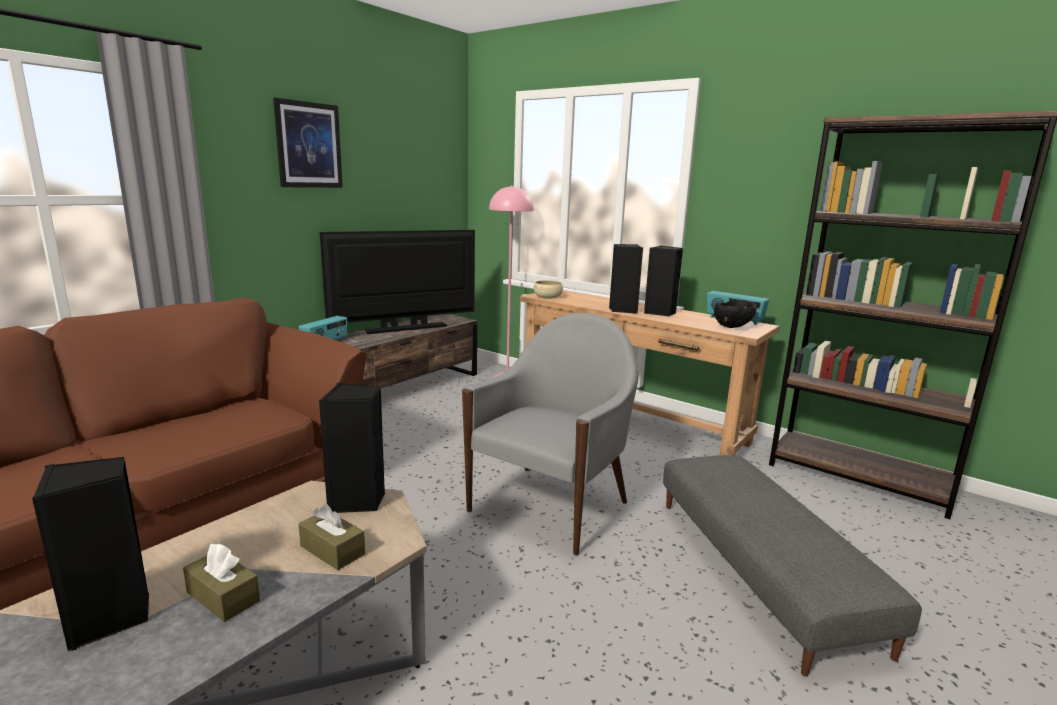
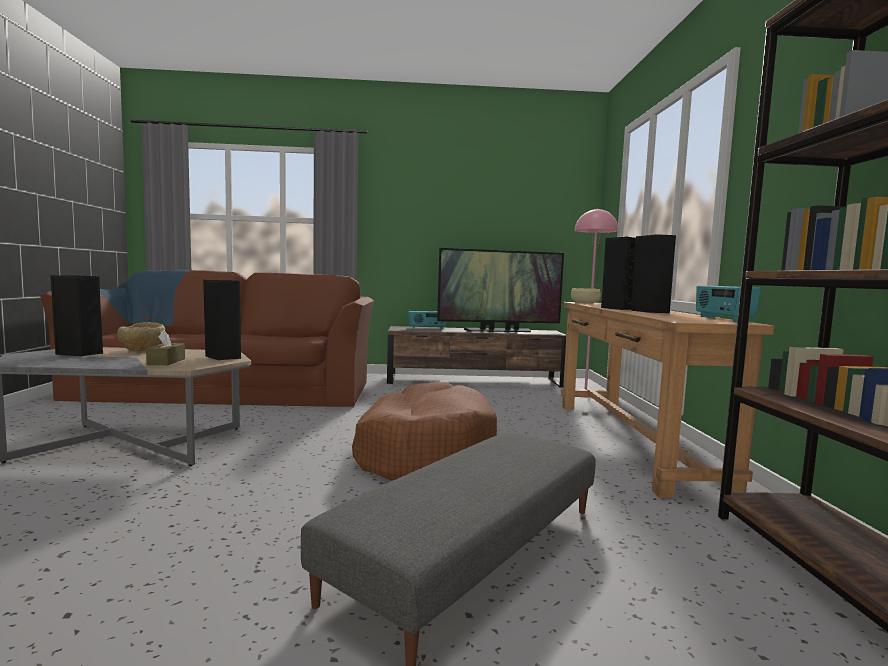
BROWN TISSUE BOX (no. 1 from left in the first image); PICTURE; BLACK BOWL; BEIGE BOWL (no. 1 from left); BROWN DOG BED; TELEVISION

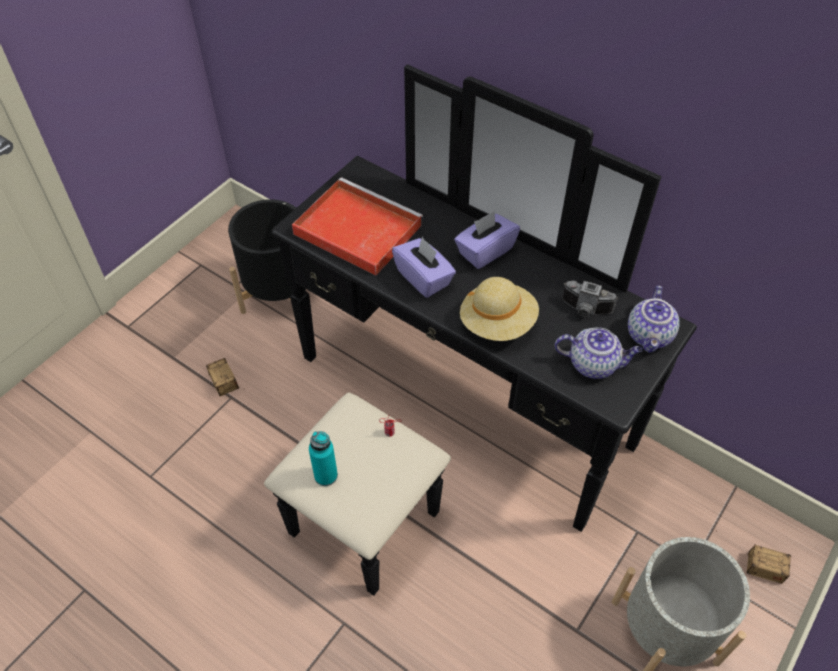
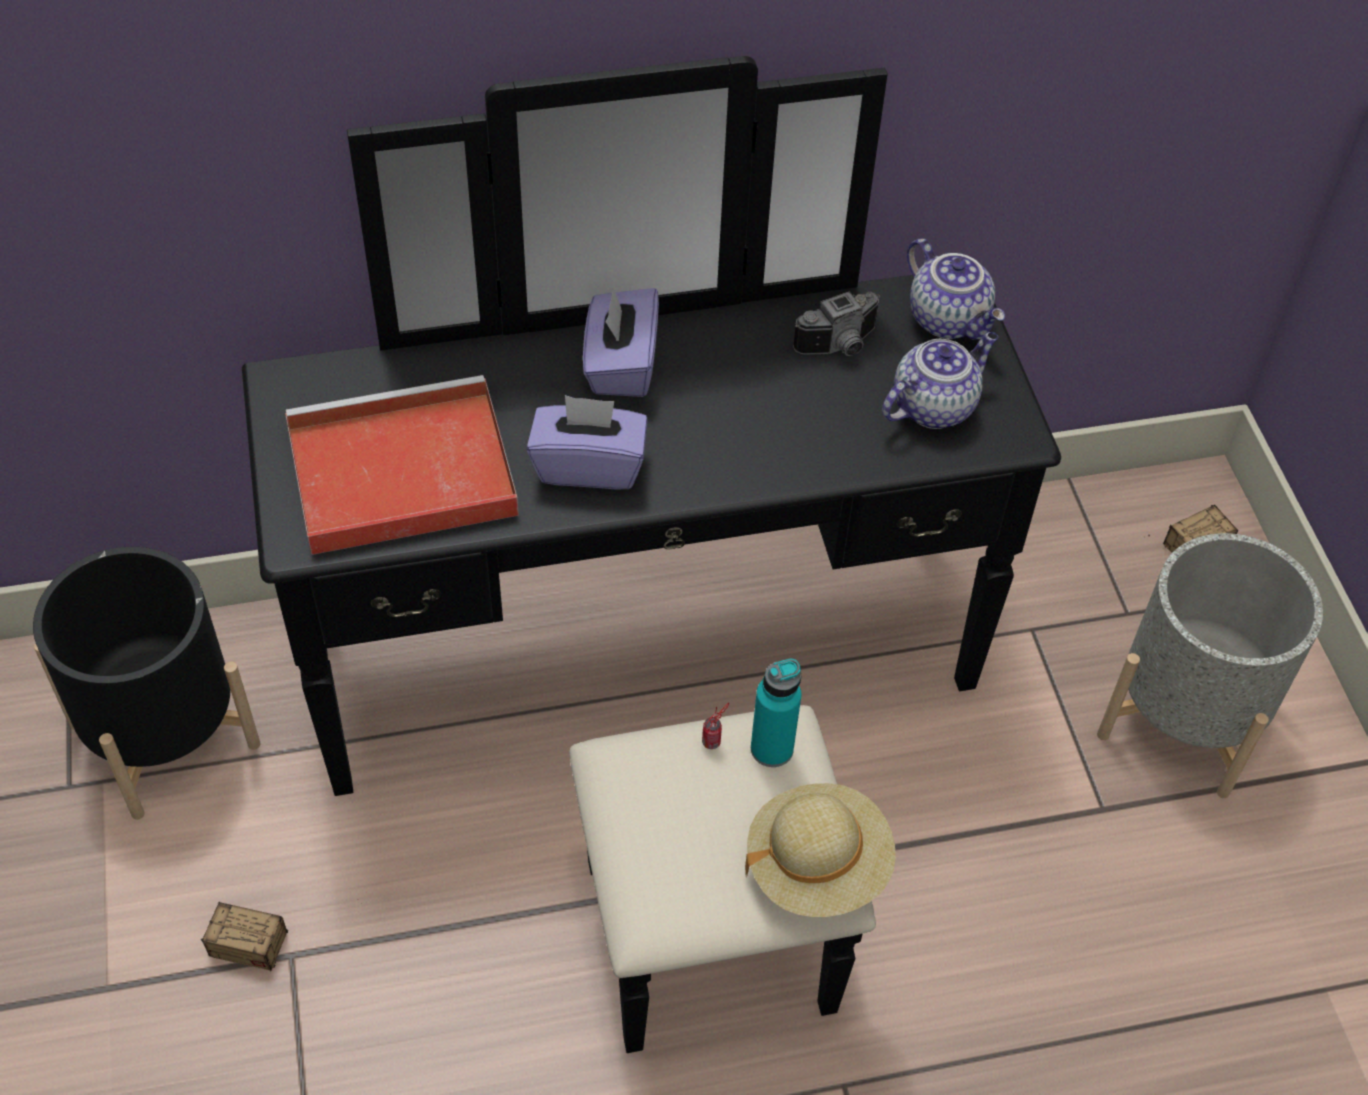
TURQUOISE BOTTLE; BEIGE HAT

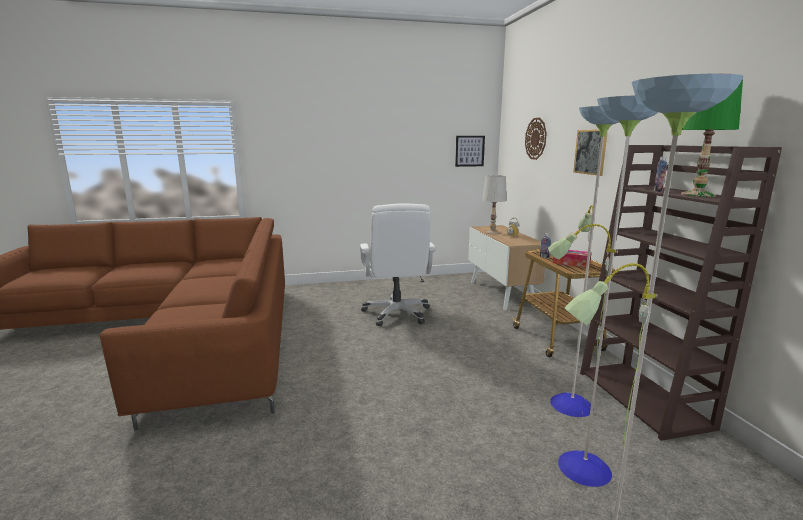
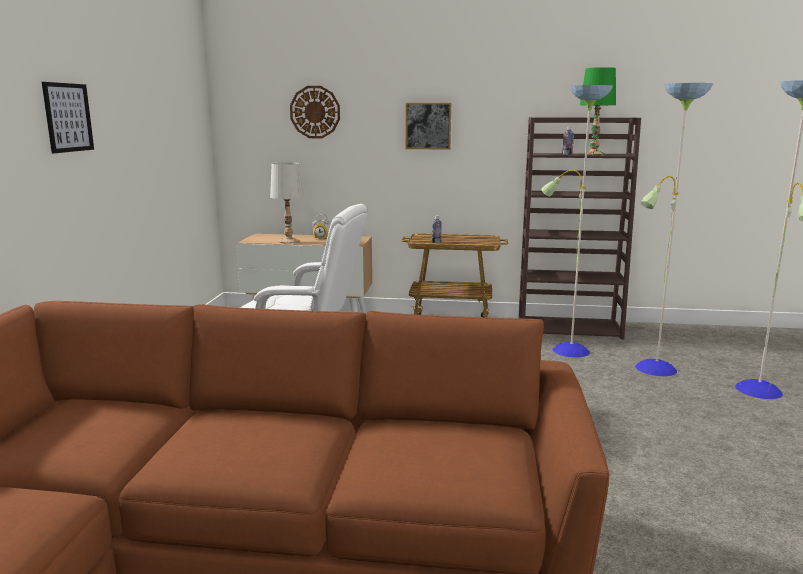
TISSUE BOX; PICTURE (no. 1 from left)

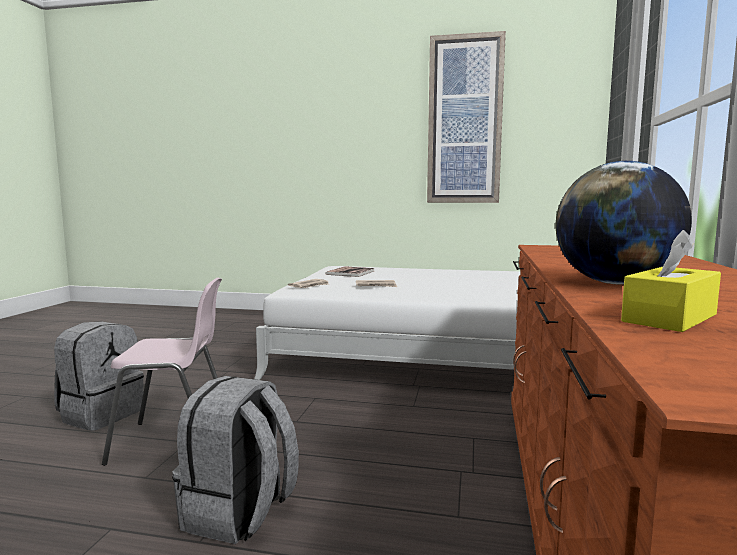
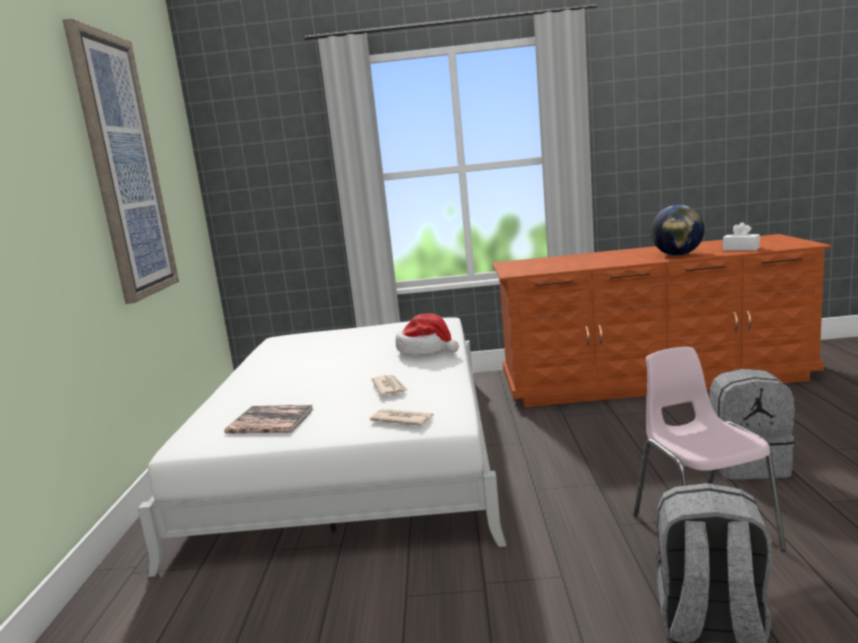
HAT; WHITE TISSUE BOX

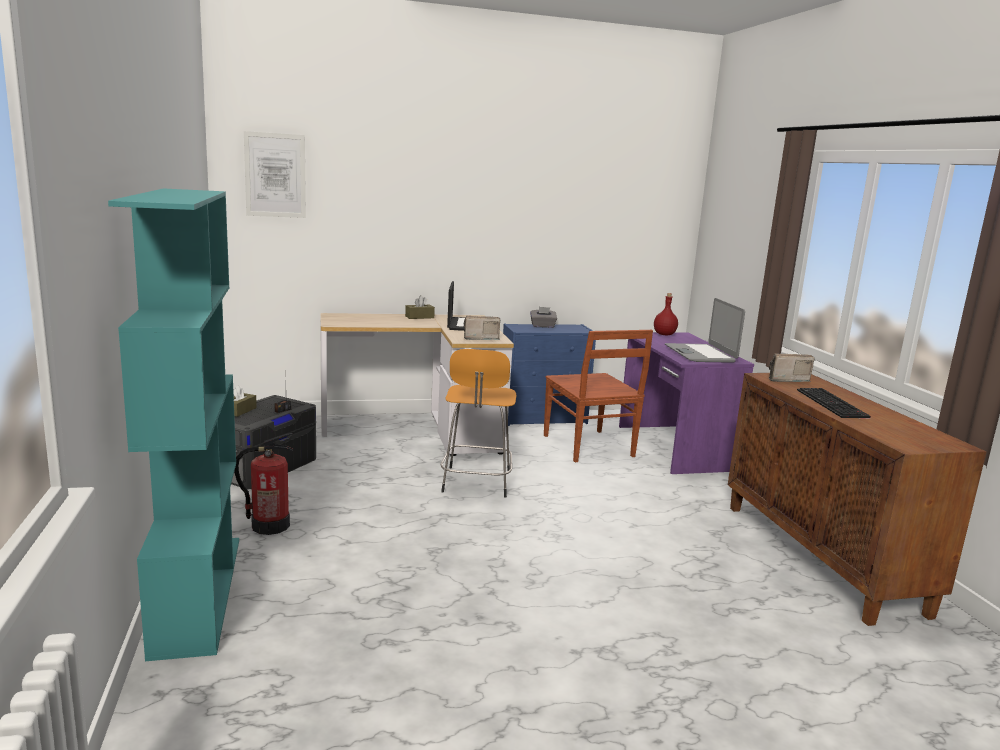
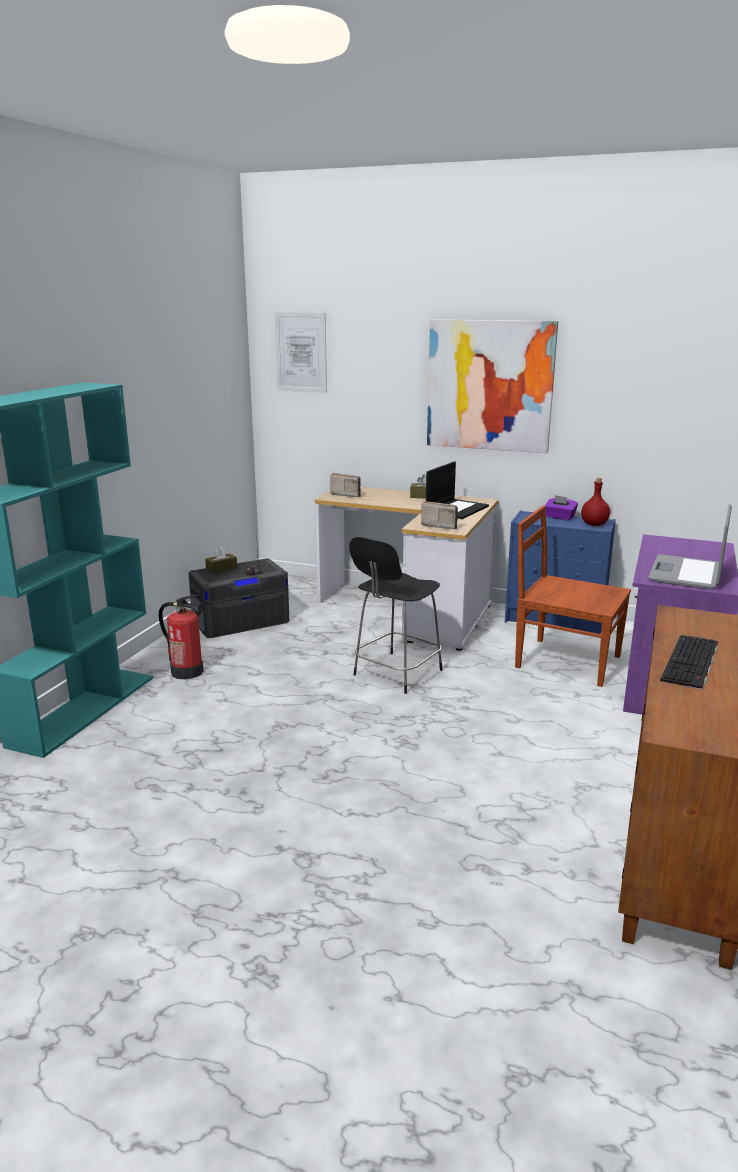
PICTURE (no. 2 from left); RED BOTTLE; RADIO (no. 2 from left); BLACK STOOL; PURPLE TISSUE BOX; BROWN CHAIR

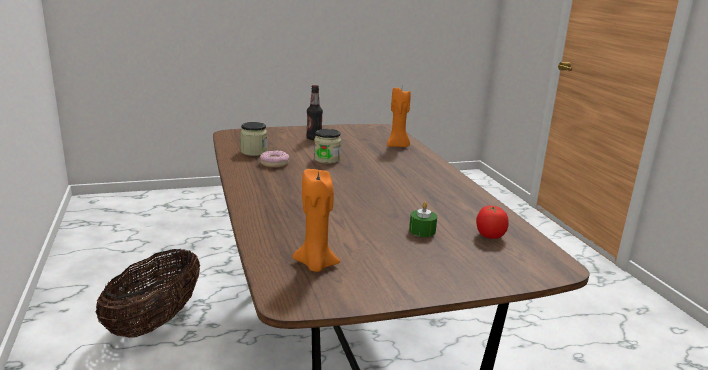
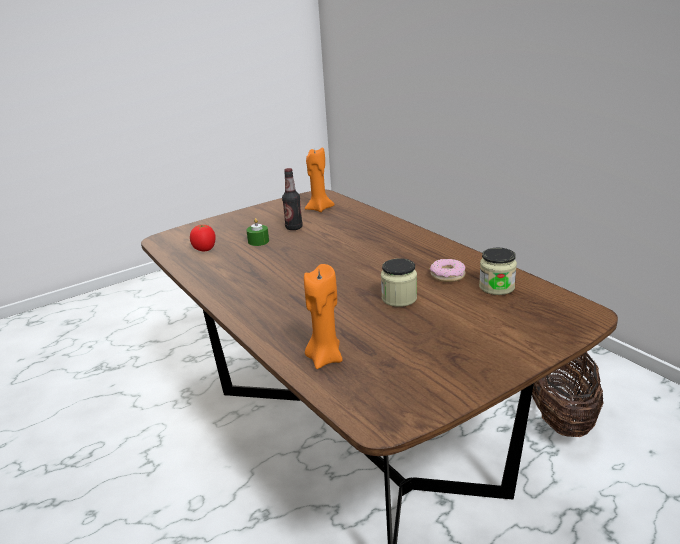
BOTTLE

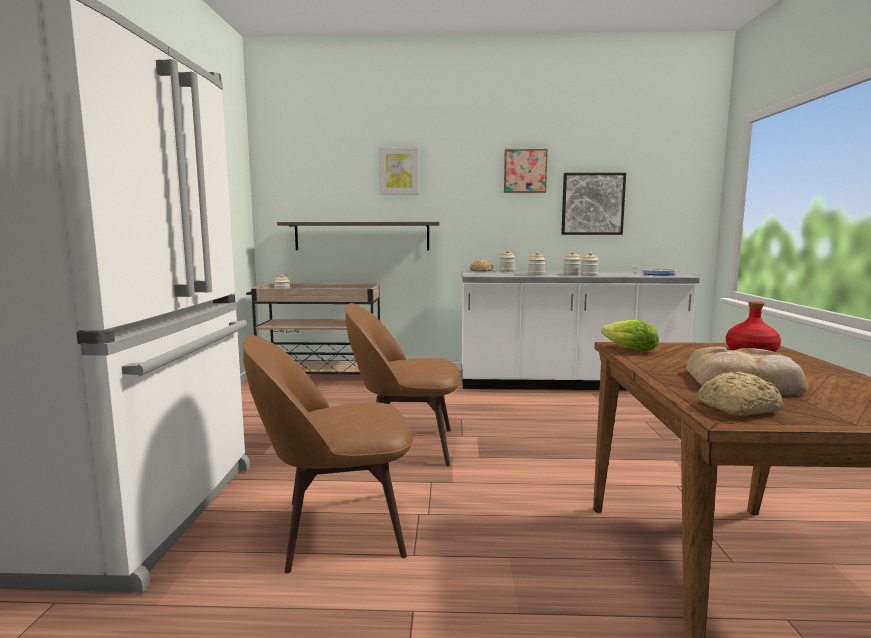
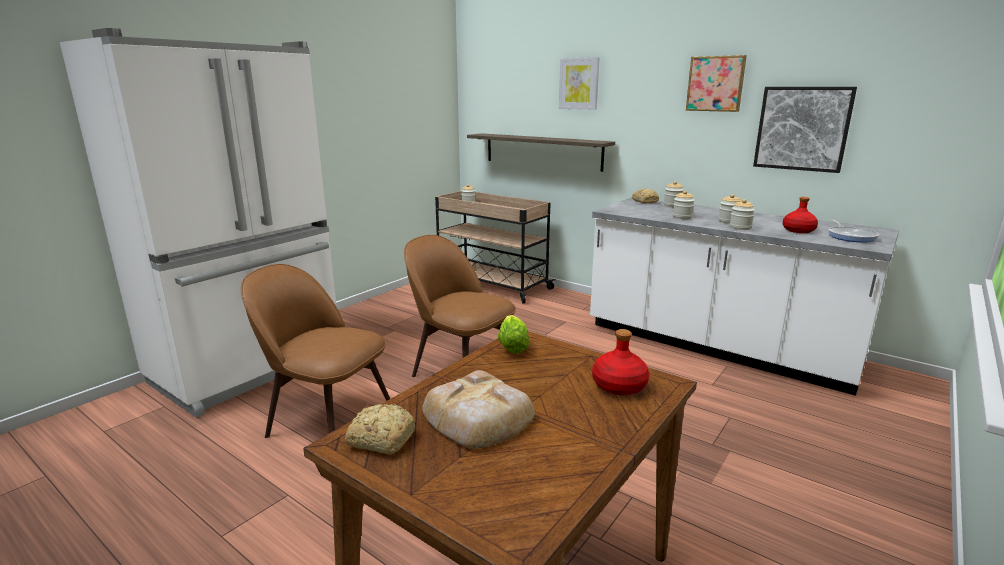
RED BOTTLE (no. 2 from left)

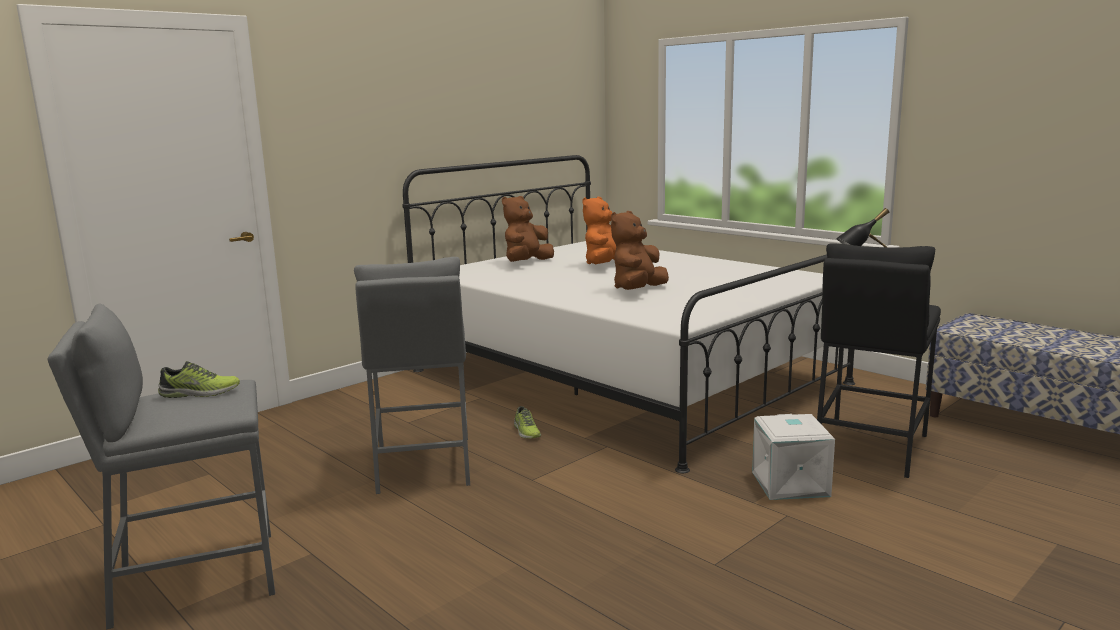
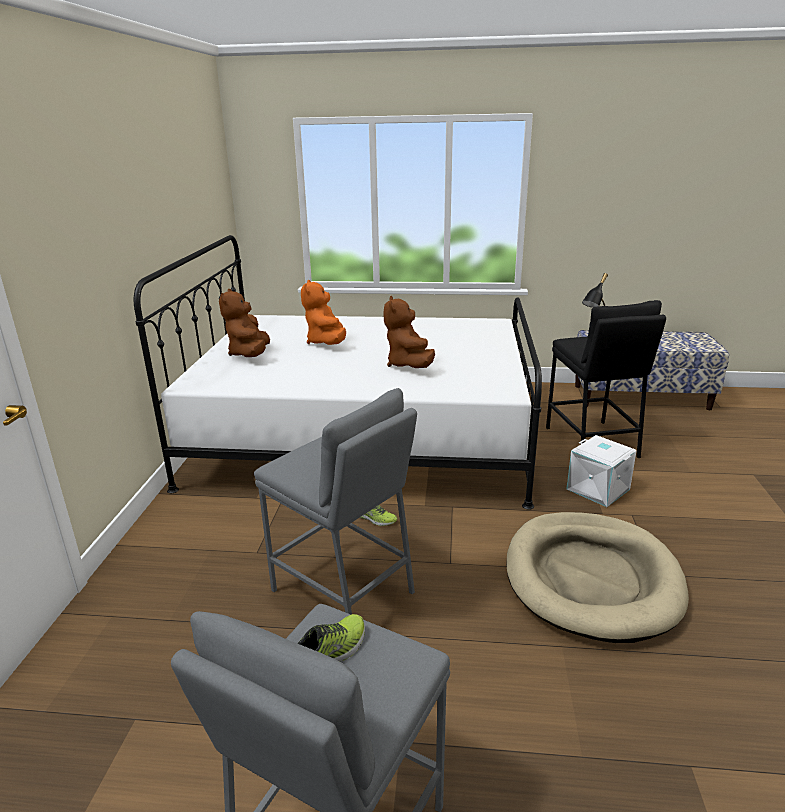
BEIGE DOG BED

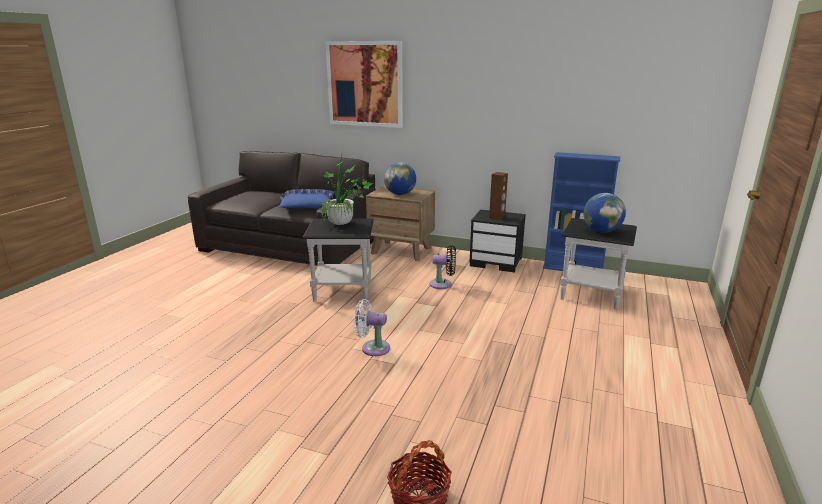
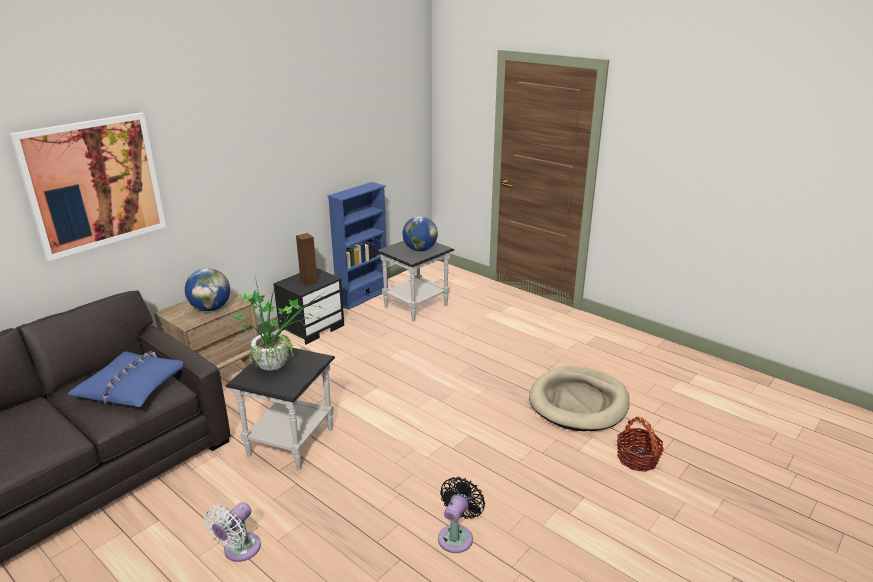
BEIGE DOG BED; WHITE FAN; BLACK FAN

